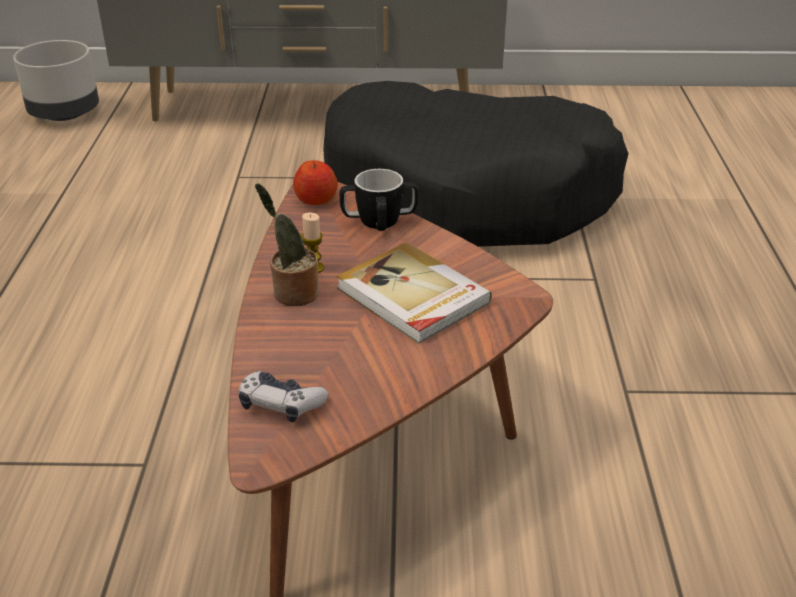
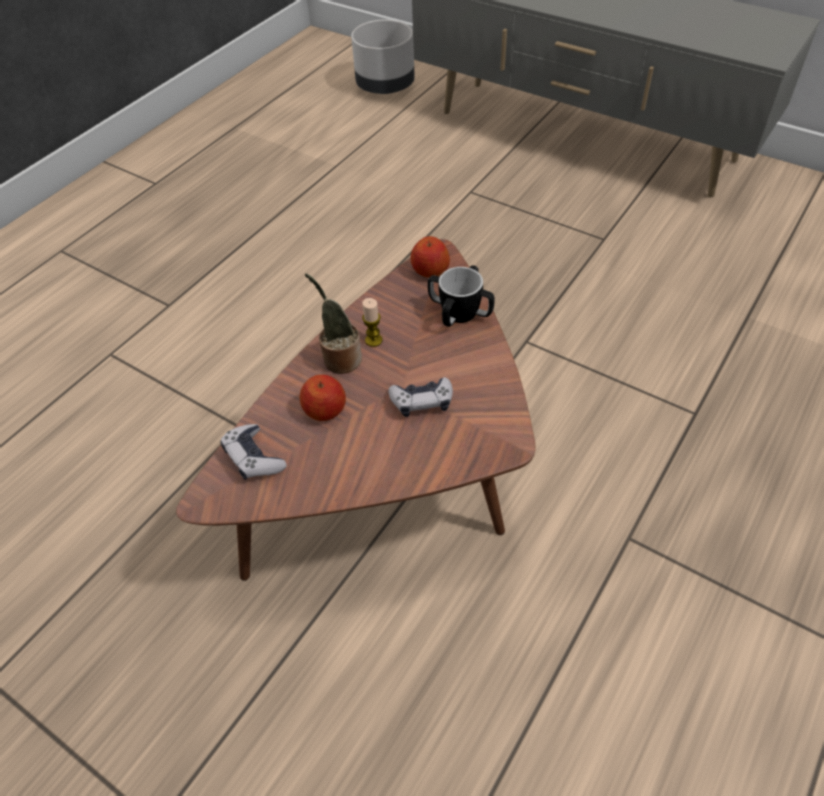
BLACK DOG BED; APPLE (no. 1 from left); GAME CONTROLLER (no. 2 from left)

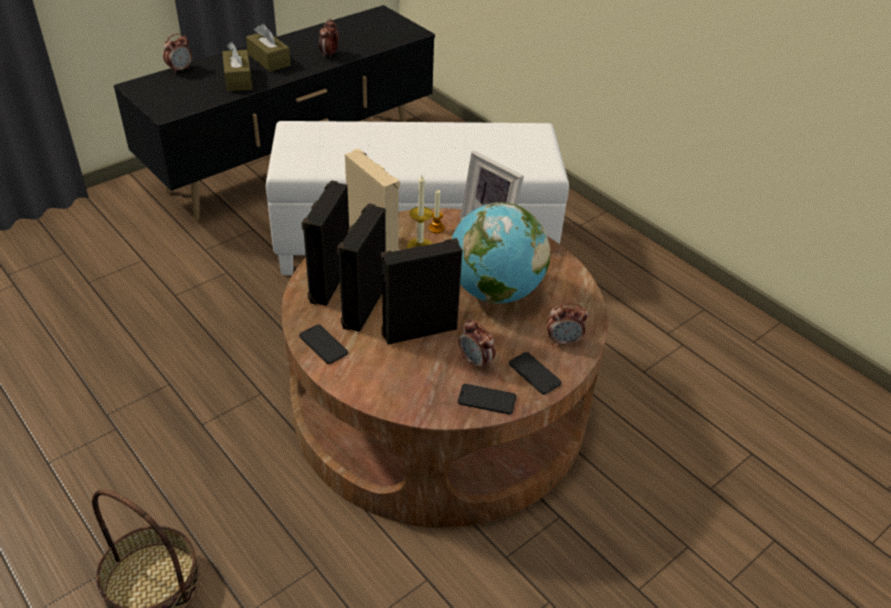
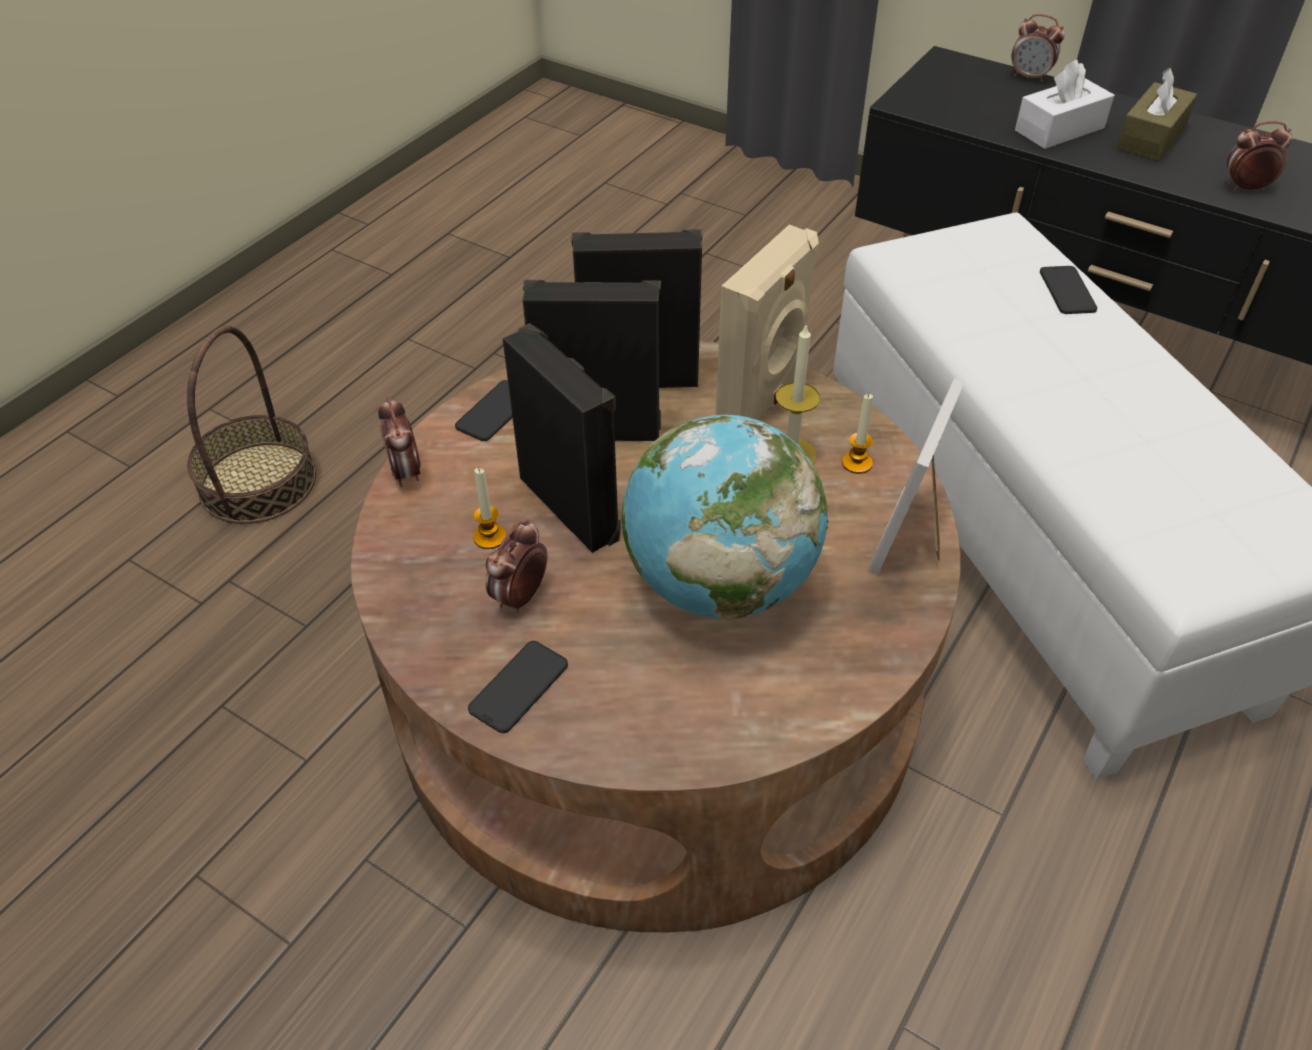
CANDLE (no. 1 from left); PHONE (no. 3 from left); ALARM CLOCK (no. 1 from left); WHITE TISSUE BOX

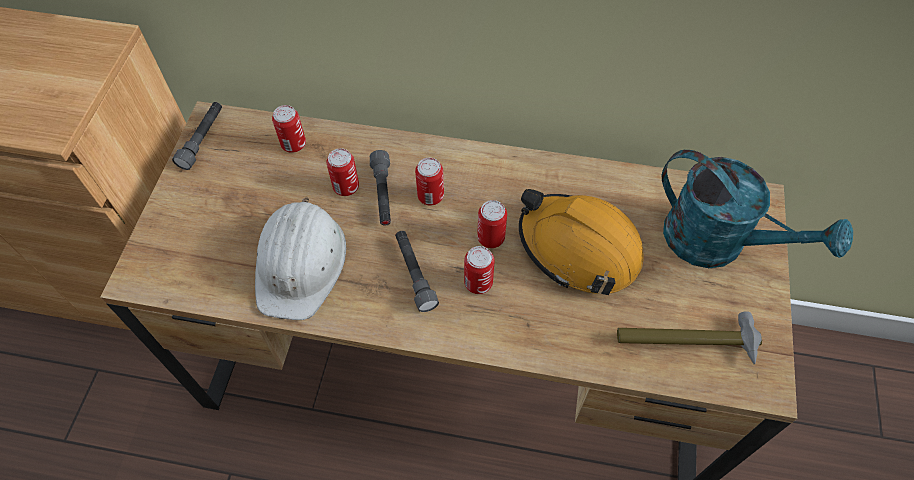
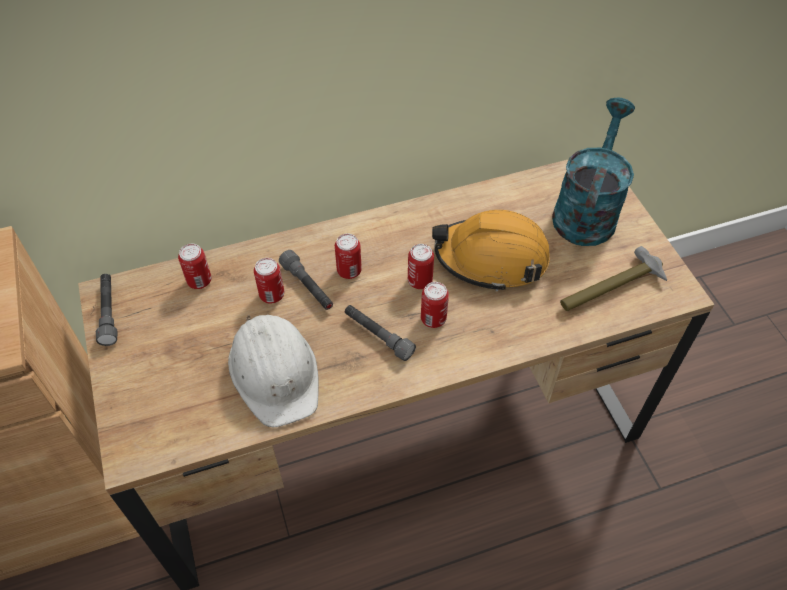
TURQUOISE WATERING CAN

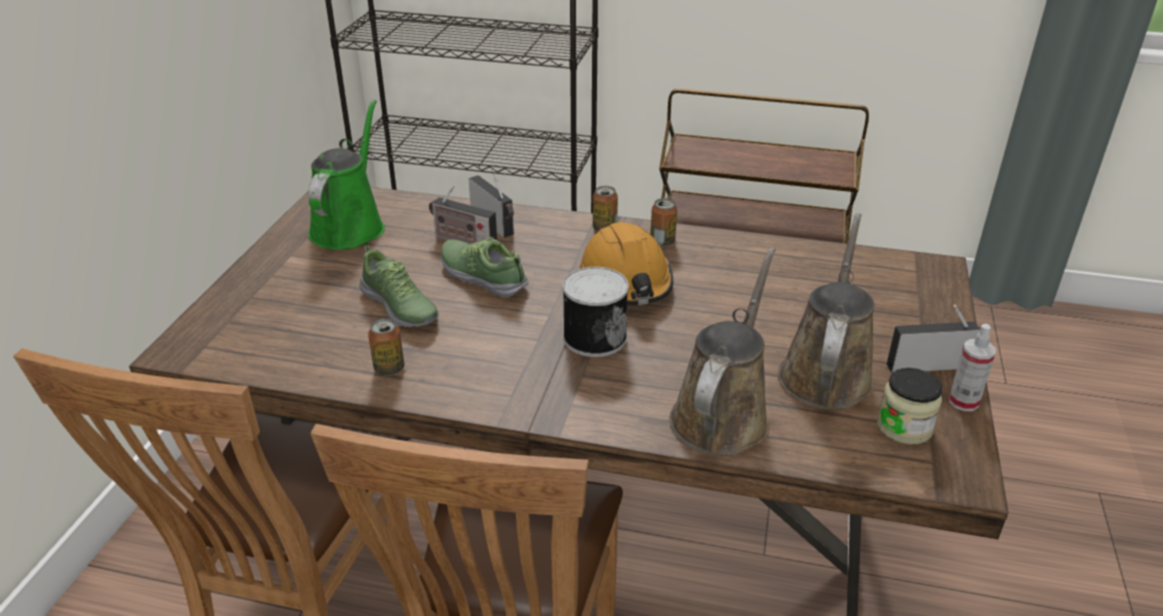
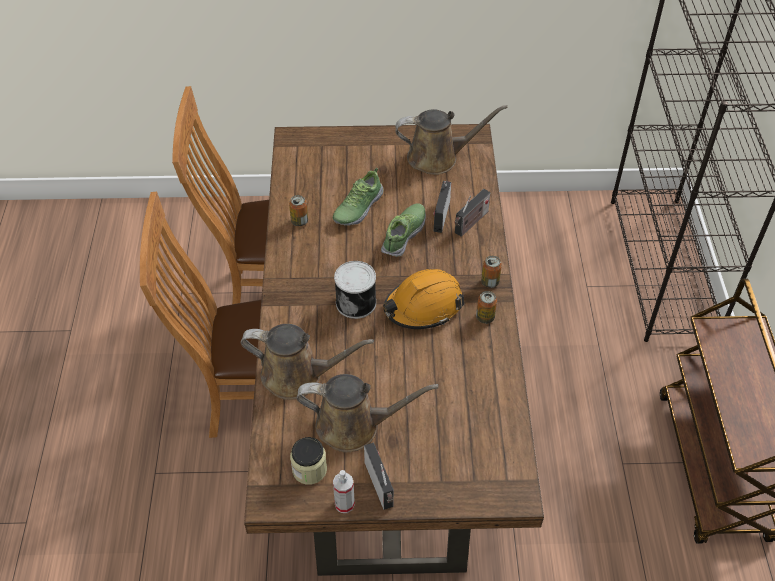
BROWN WATERING CAN (no. 3 from left)

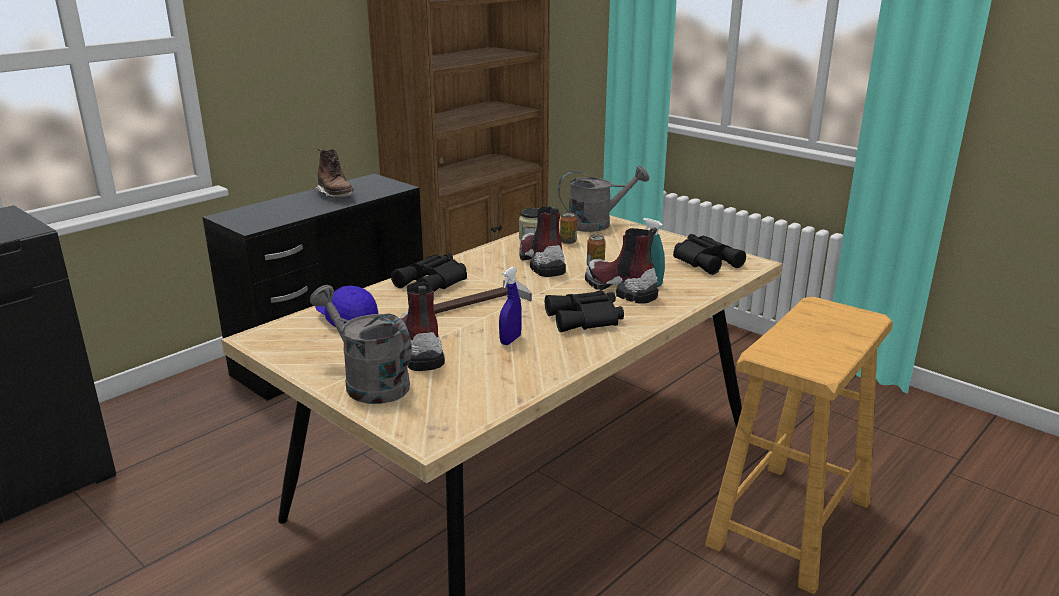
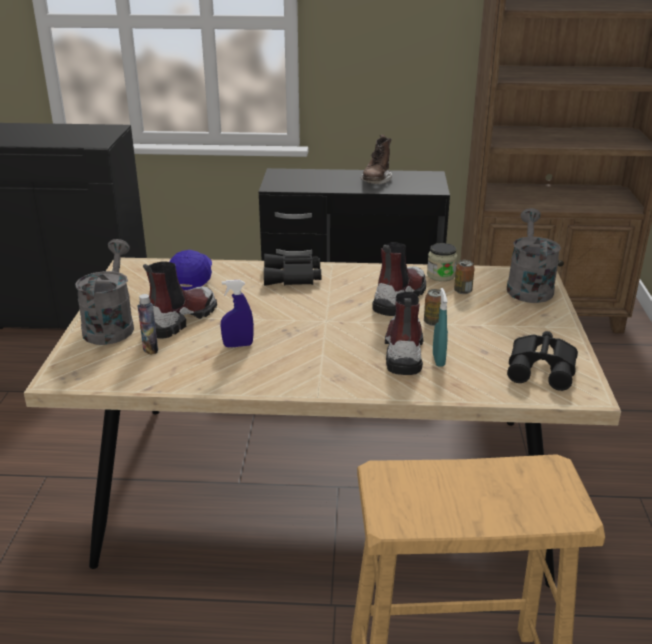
HAMMER; BLACK BINOCULARS (no. 2 from left in the first image); BOTTLE; GREY WATERING CAN (no. 2 from left)

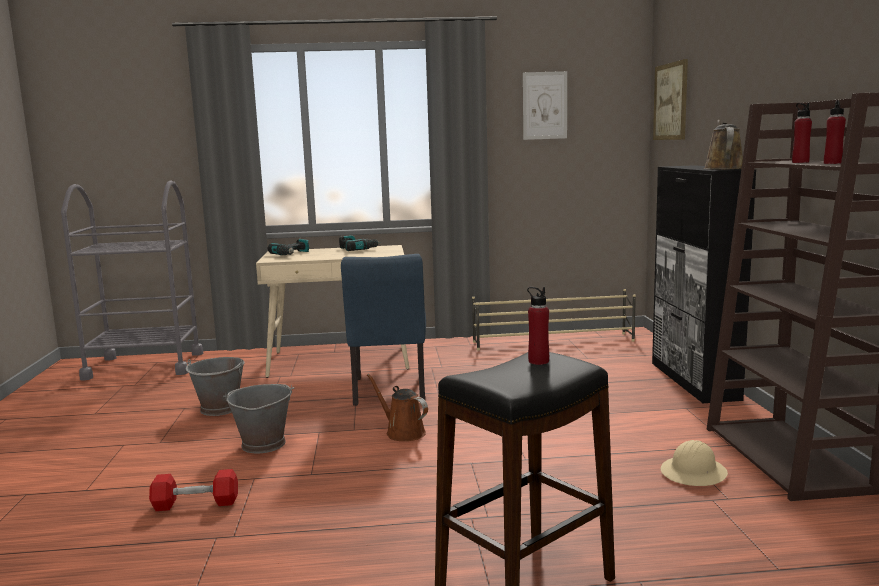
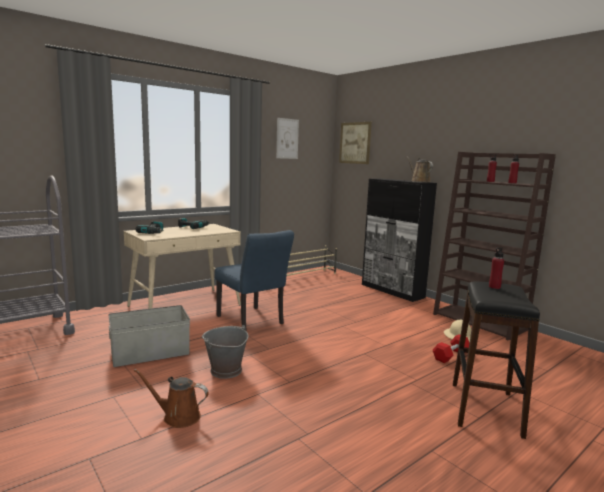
RED DUMBBELL; BROWN WATERING CAN (no. 1 from left); GREY STORAGE BOX

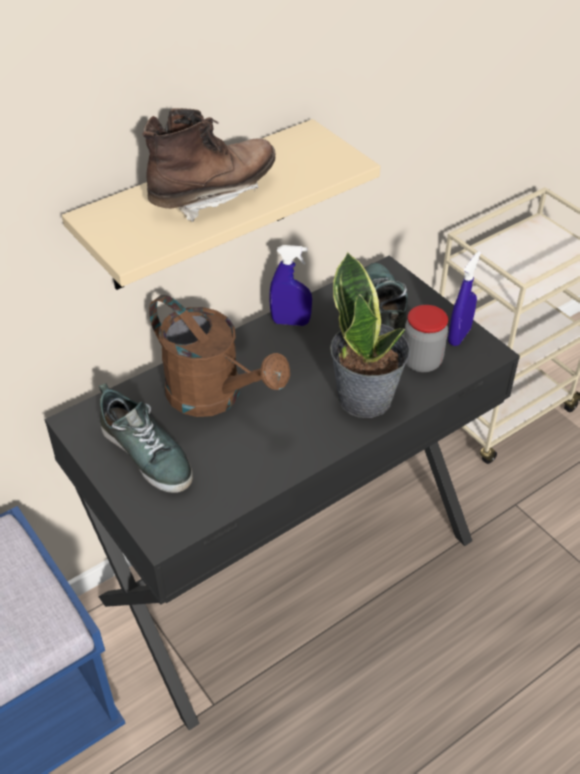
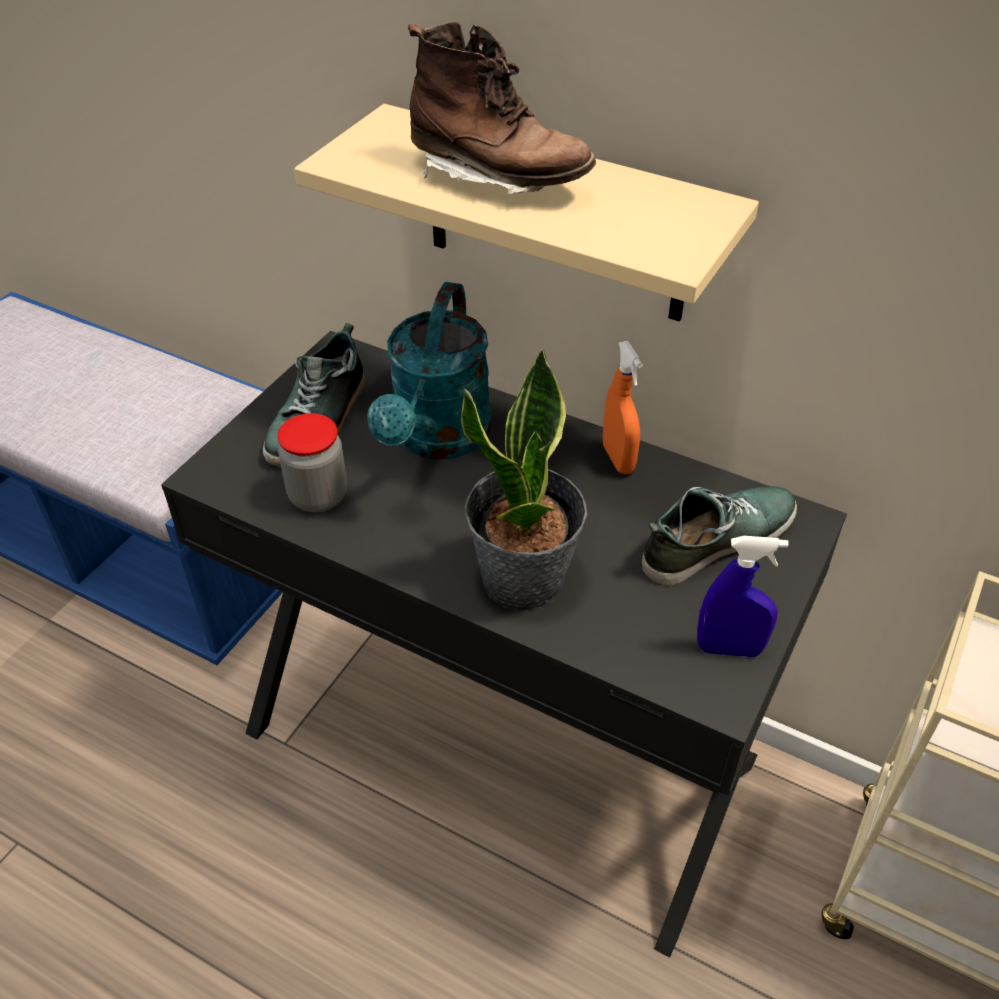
JAR; TURQUOISE WATERING CAN; ORANGE SPRAY BOTTLE

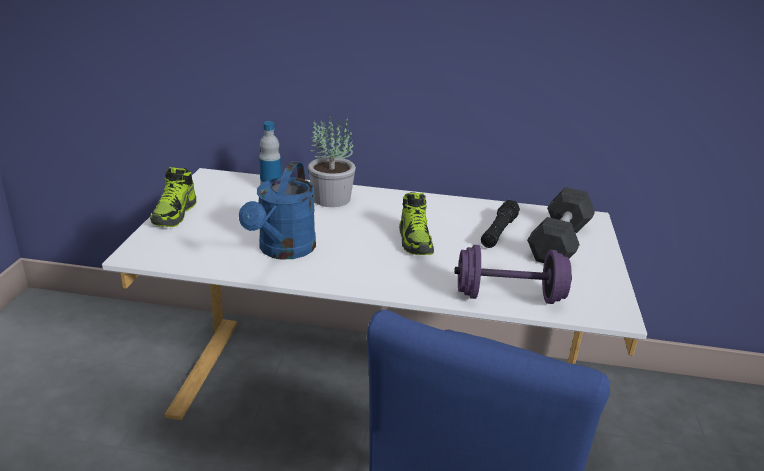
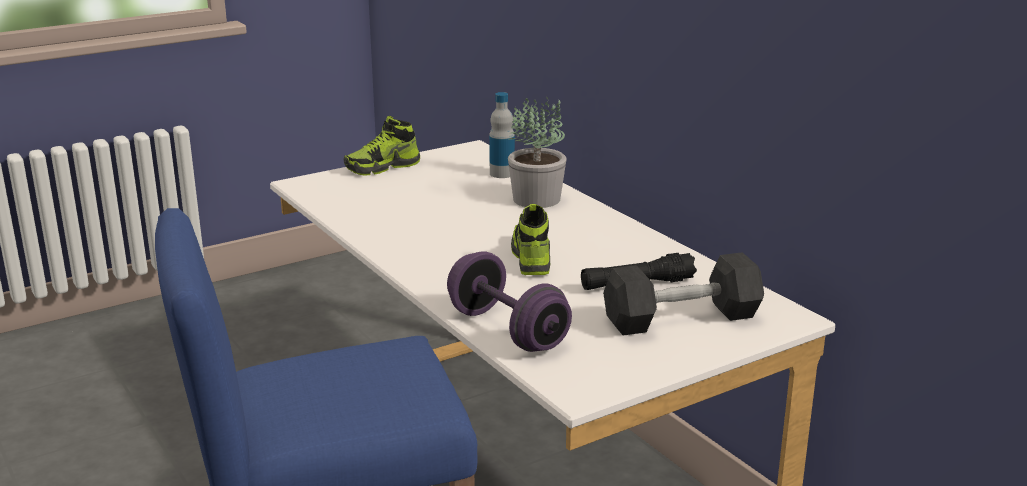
BLUE WATERING CAN; SHOE (no. 2 from left)

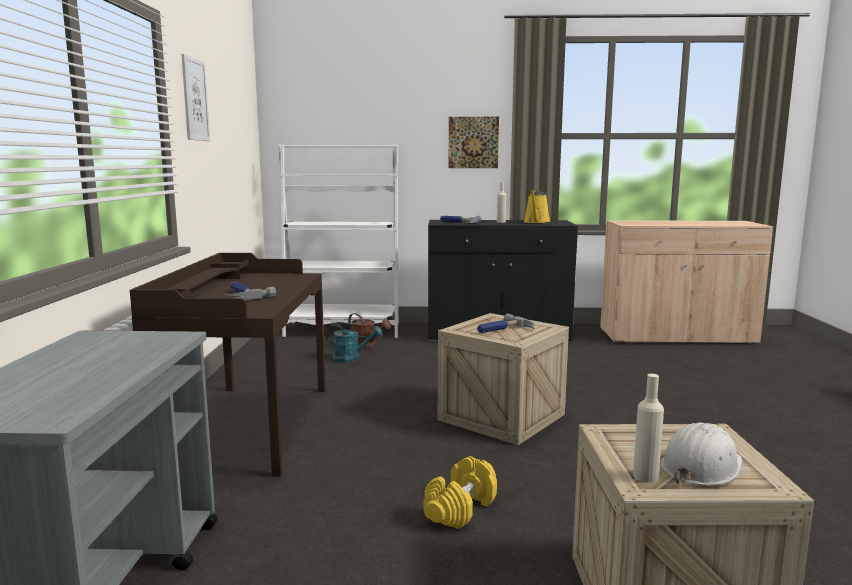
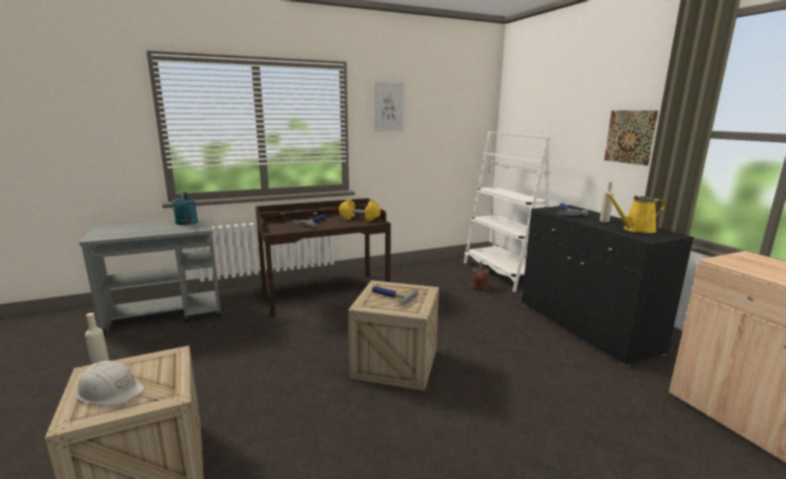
TURQUOISE WATERING CAN; YELLOW DUMBBELL

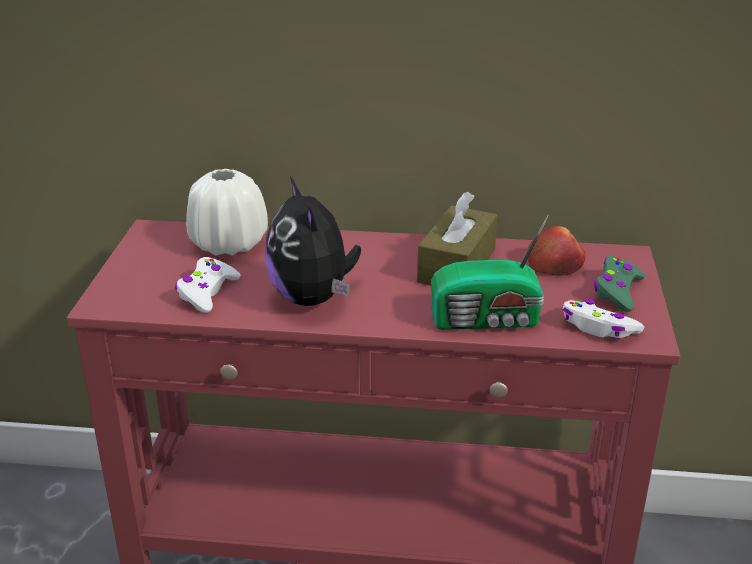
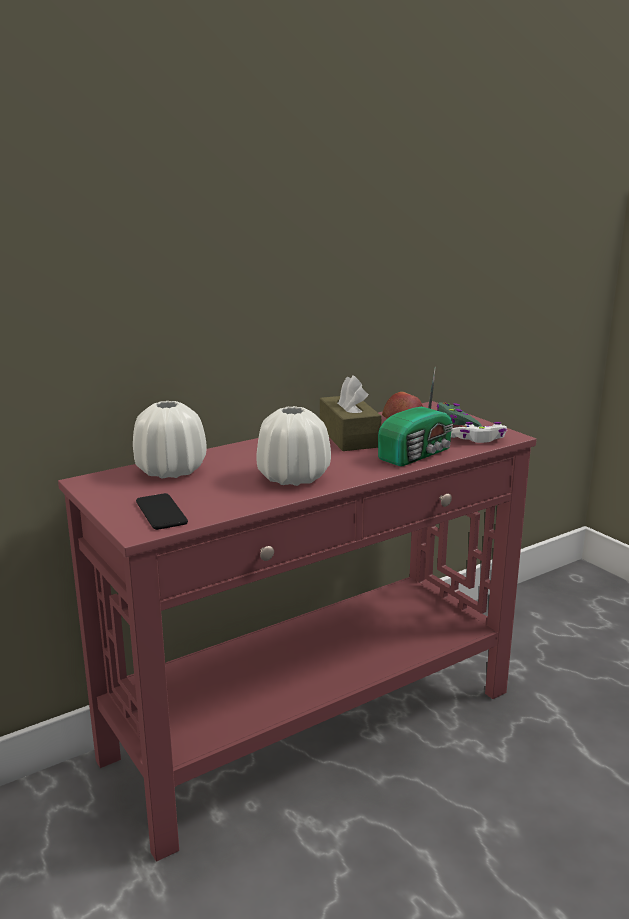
WHITE GAME CONTROLLER (no. 1 from left in the first image); PHONE; WHITE VASE (no. 2 from left)

